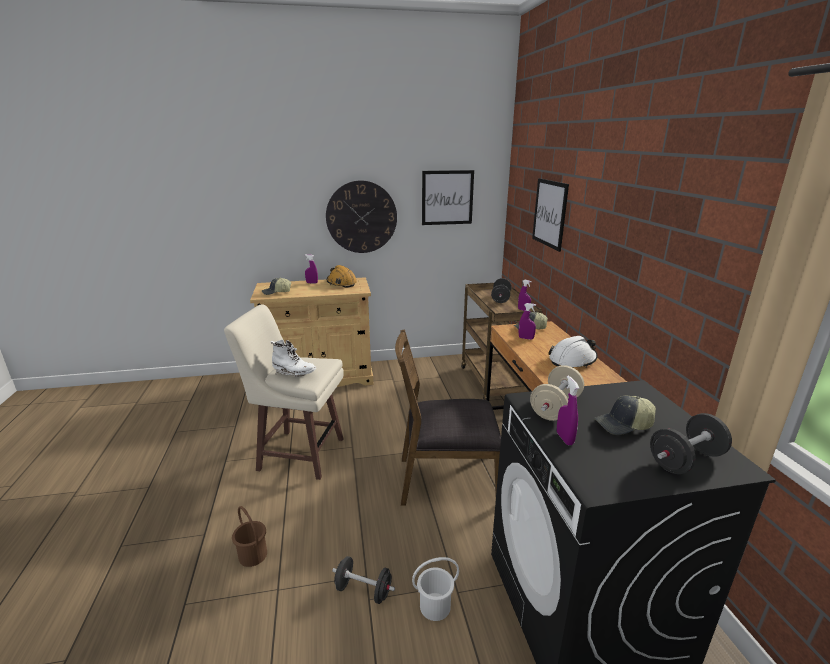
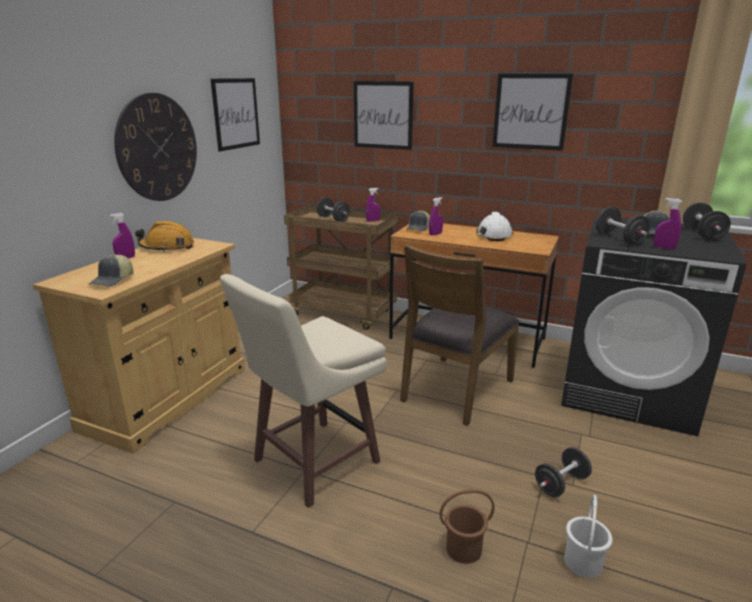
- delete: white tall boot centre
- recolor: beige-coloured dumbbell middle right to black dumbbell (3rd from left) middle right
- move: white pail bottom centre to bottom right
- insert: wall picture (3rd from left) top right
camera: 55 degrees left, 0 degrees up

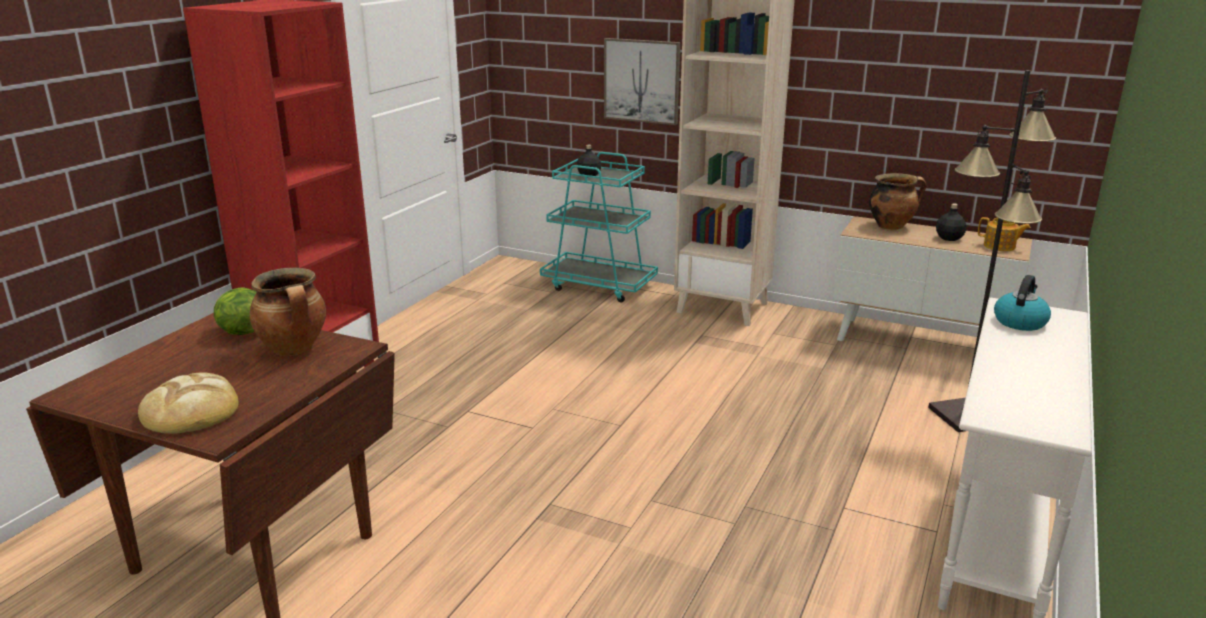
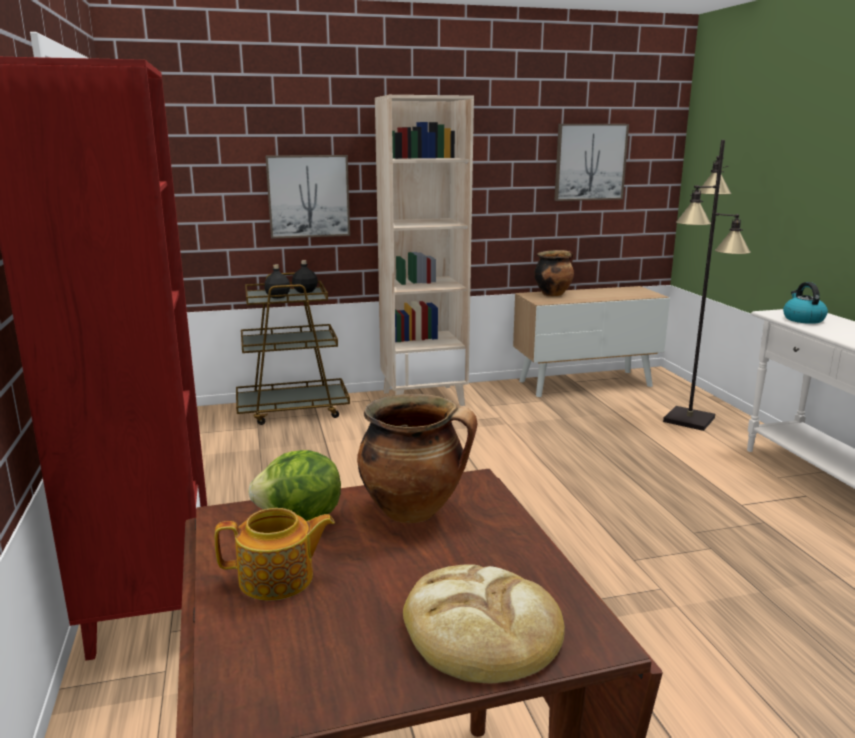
- recolor: turquoise-coloured wheeled cart centre to brownish wheeled cart centre
- move: black beverage bottle (2nd from left) middle right to centre
- move: teapot middle right to bottom left
- insert: wall picture (2nd from left) top right
camera: 40 degrees left, 5 degrees down

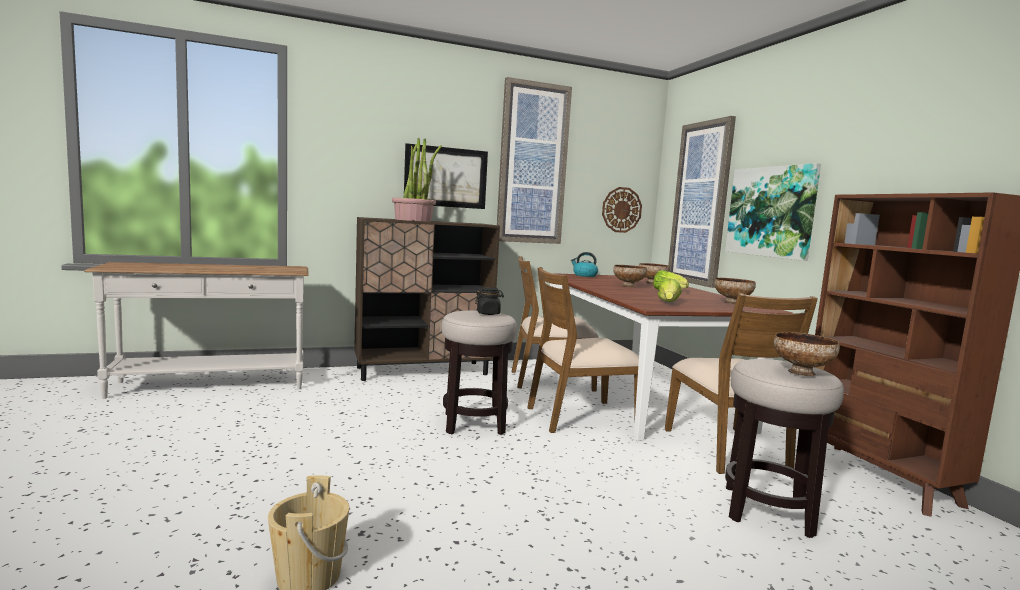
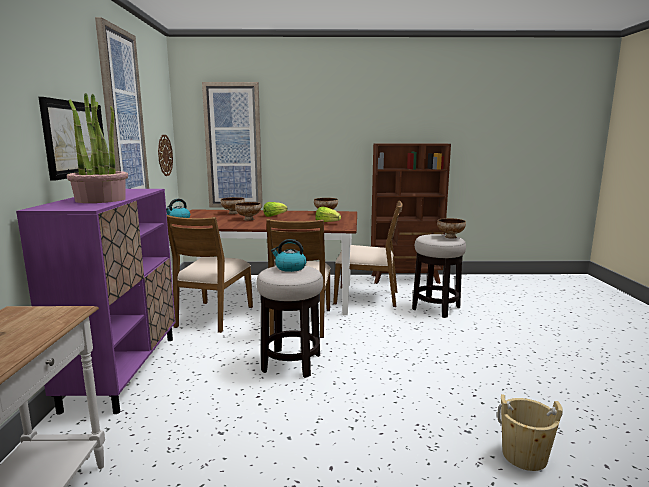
- delete: wall picture (4th from left) middle right
- recolor: brownish cabinet centre to purple cabinet middle left
- replace: black storage jar centre to tea kettle (2nd from left) centre
camera: 70 degrees left, 5 degrees up

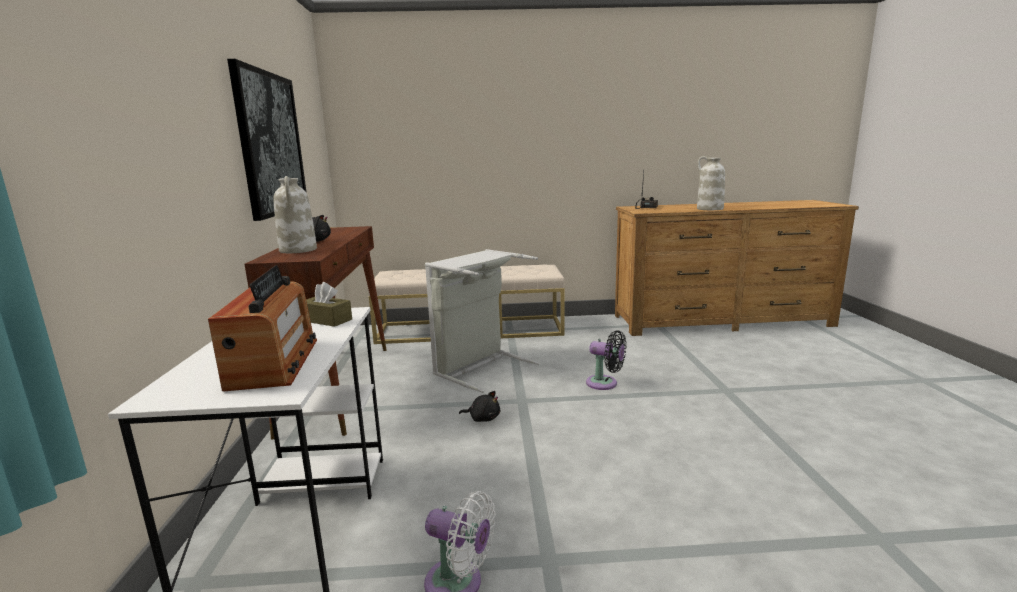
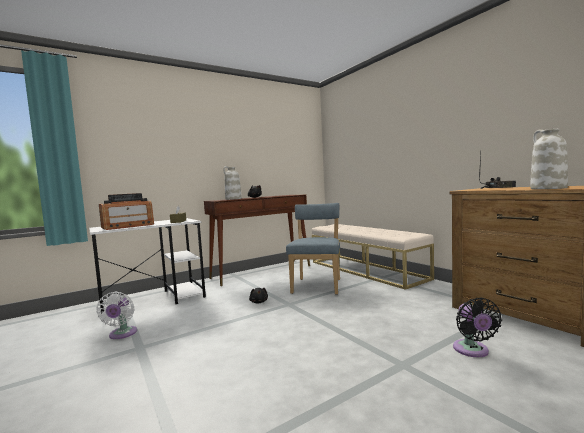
- delete: wall picture top left
- replace: grey hamper centre to blue plain chair centre
- move: black electric fan centre to bottom right
camera: 60 degrees right, 10 degrees down

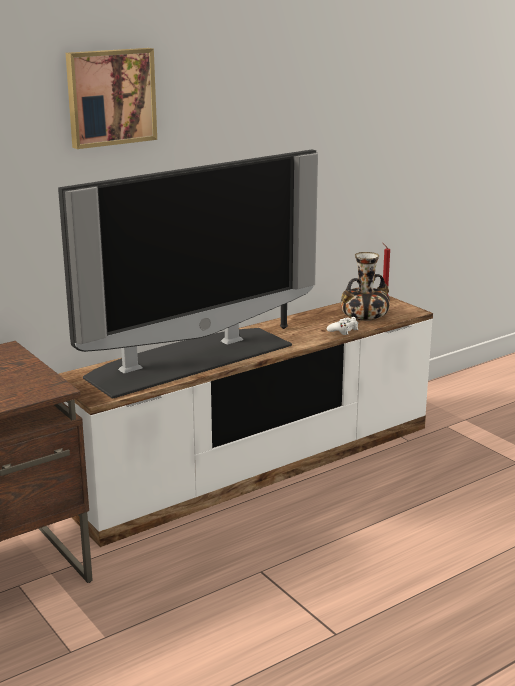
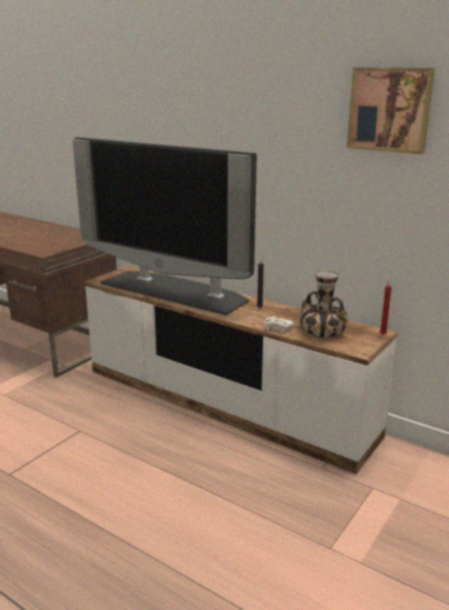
- move: wall picture top left to top right
camera: 70 degrees right, 0 degrees up

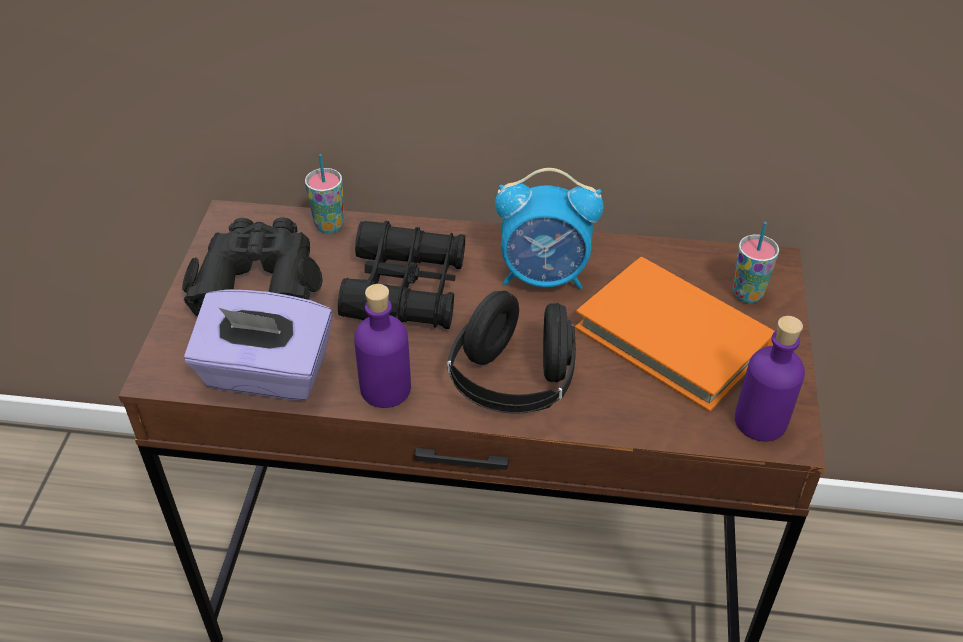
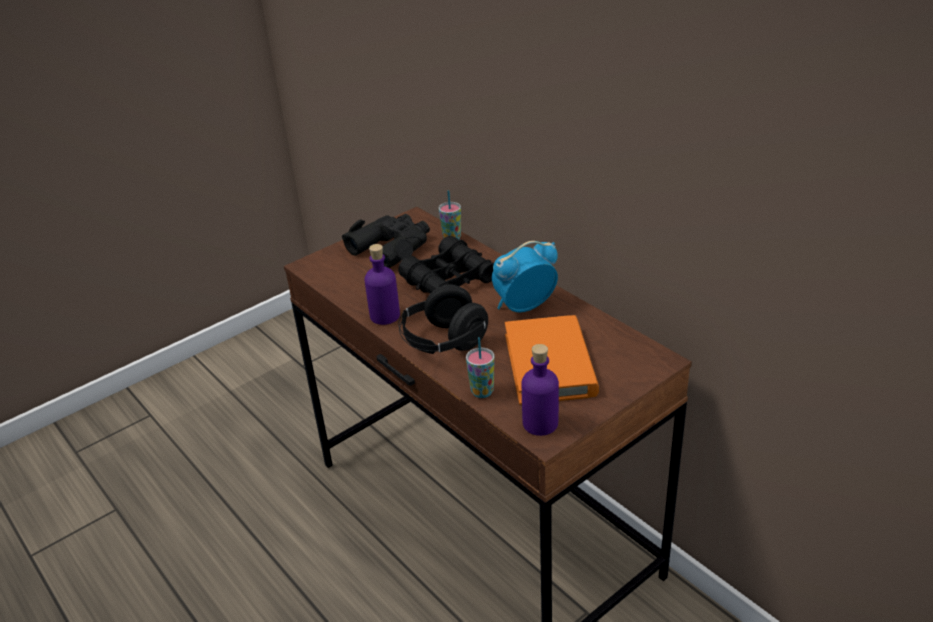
- rotate: table clock centre = centre 105 degrees clockwise
- move: small cup (2nd from left) middle right to centre
- delete: purple tissue holder middle left
camera: 45 degrees right, 10 degrees down

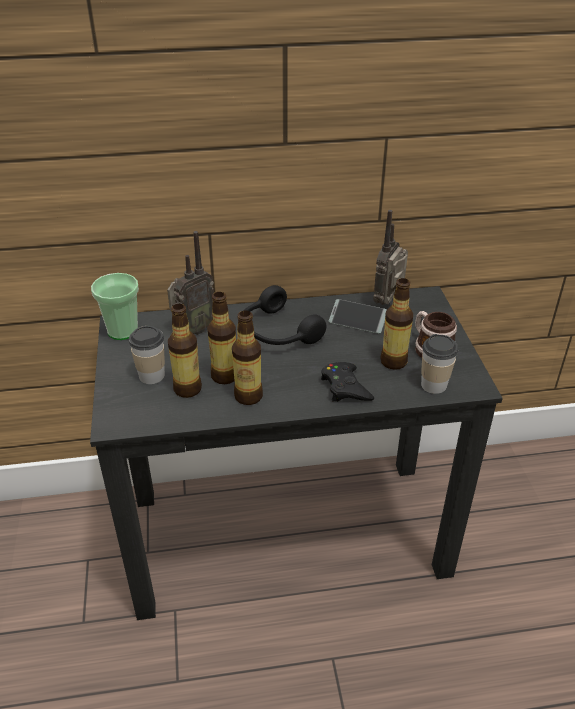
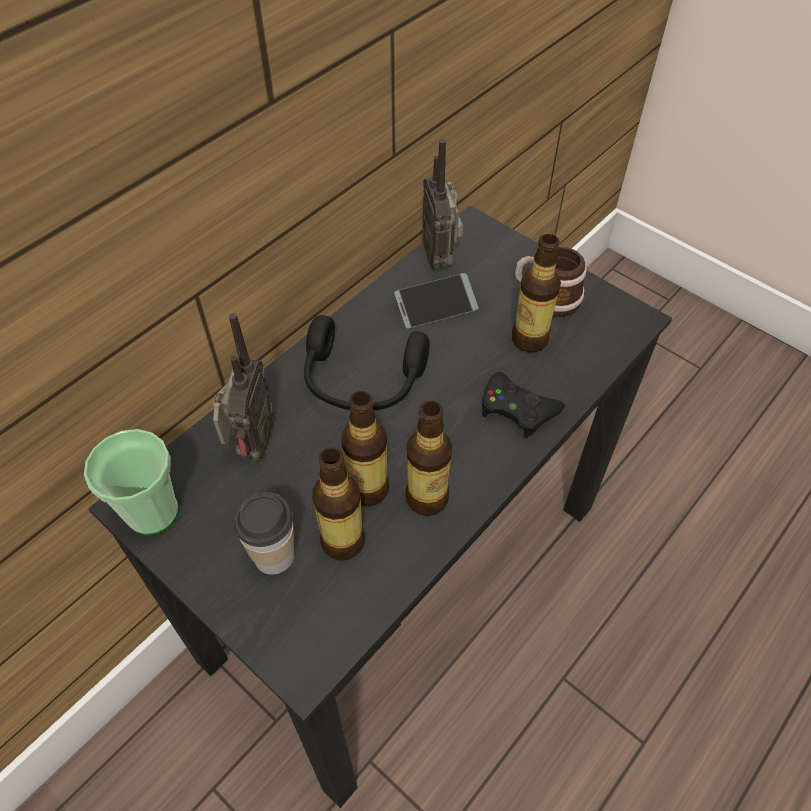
- delete: small cup (3rd from left) middle right
camera: 40 degrees left, 15 degrees up

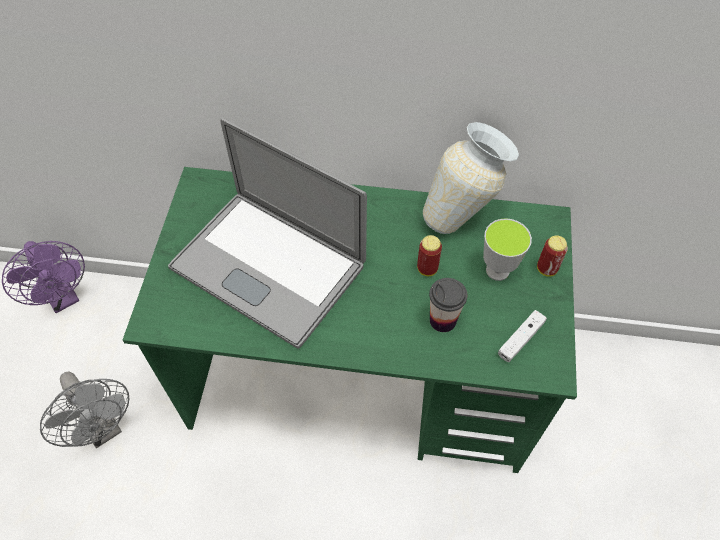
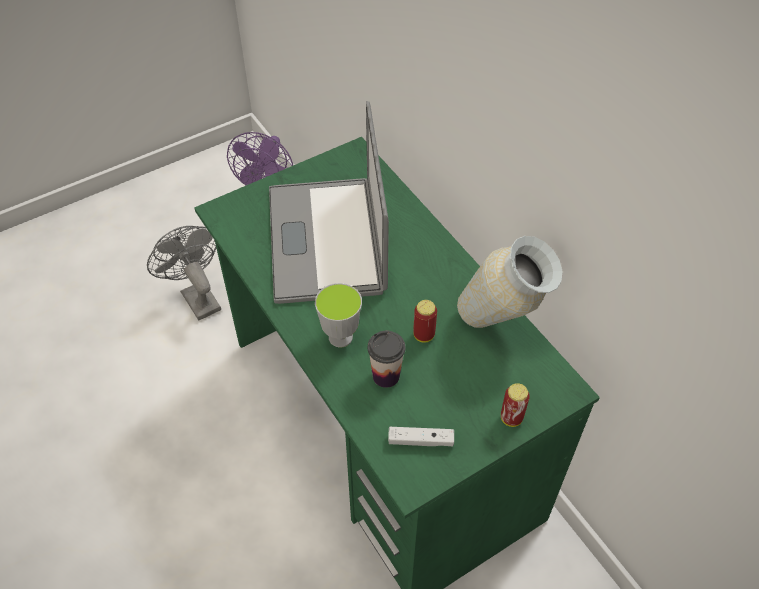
- move: small cup (2nd from left in the first image) middle right to small cup (1st from left) centre
- rotate: grey electric fan bottom left = middle left 135 degrees clockwise
camera: 50 degrees right, 5 degrees down

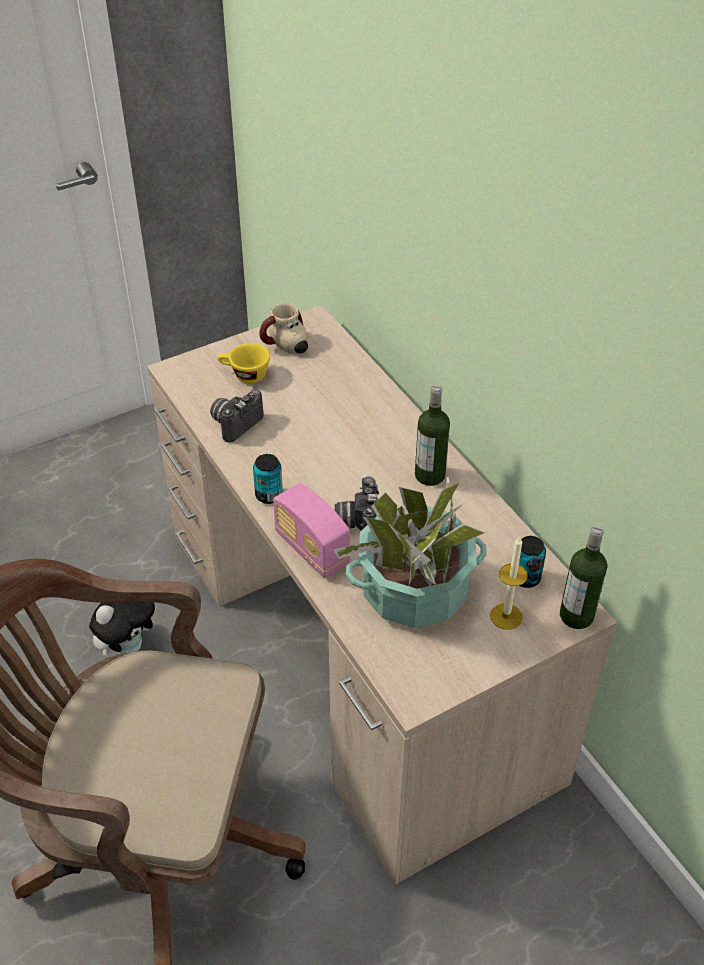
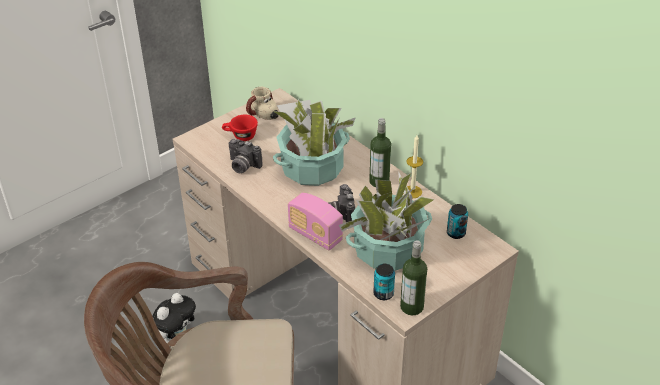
- recolor: yellow small cup centre to red small cup top centre
- rotate: photo camera (1st from left) centre = centre 90 degrees counterclockwise
- move: sealed can (1st from left) centre to bottom centre
- move: beverage bottle (2nd from left) middle right to bottom centre
- move: wax candle middle right to centre
- insert: potted plant (1st from left) centre
camera: 10 degrees left, 5 degrees down

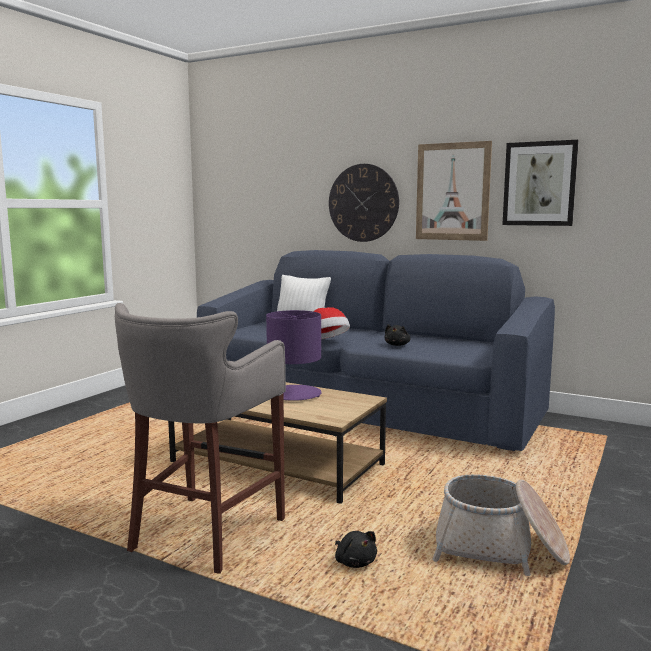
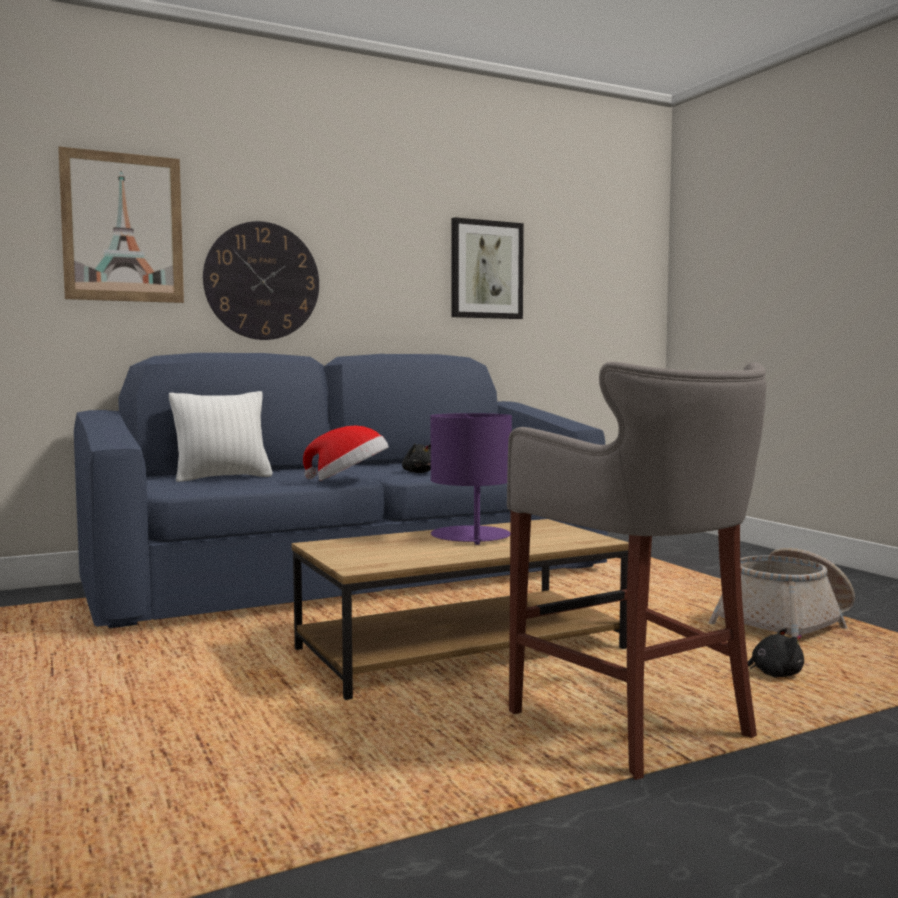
- move: wall picture (1st from left) top right to top left
camera: 55 degrees left, 5 degrees down

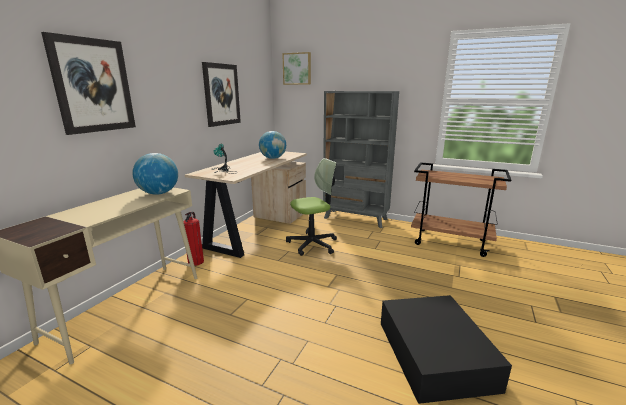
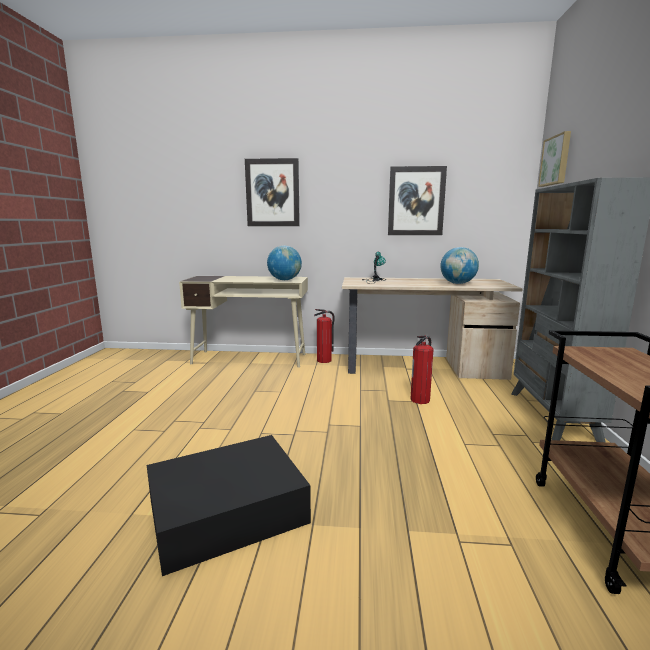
- replace: desk chair centre to fire extinguisher (2nd from left) centre
camera: 70 degrees right, 5 degrees down

